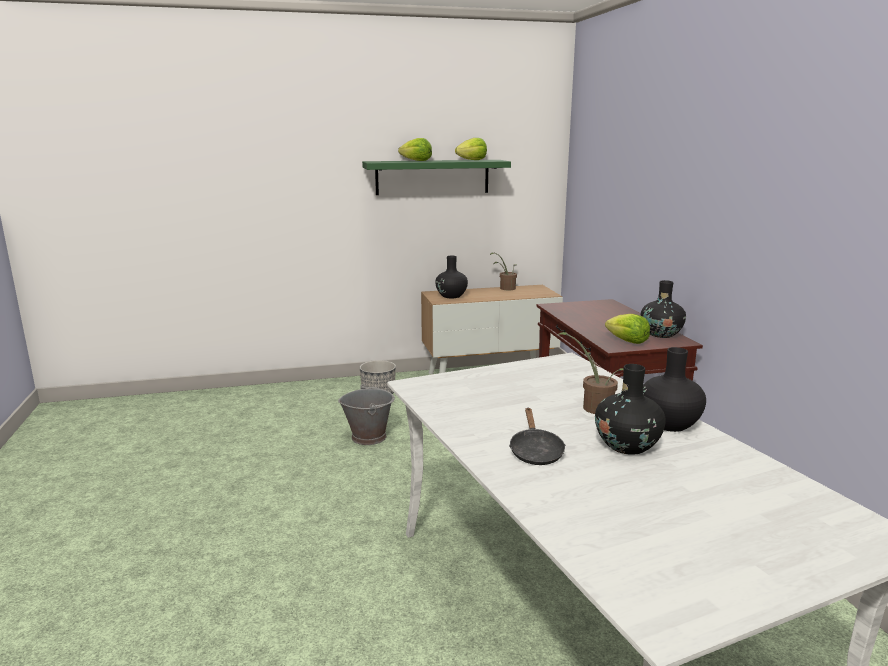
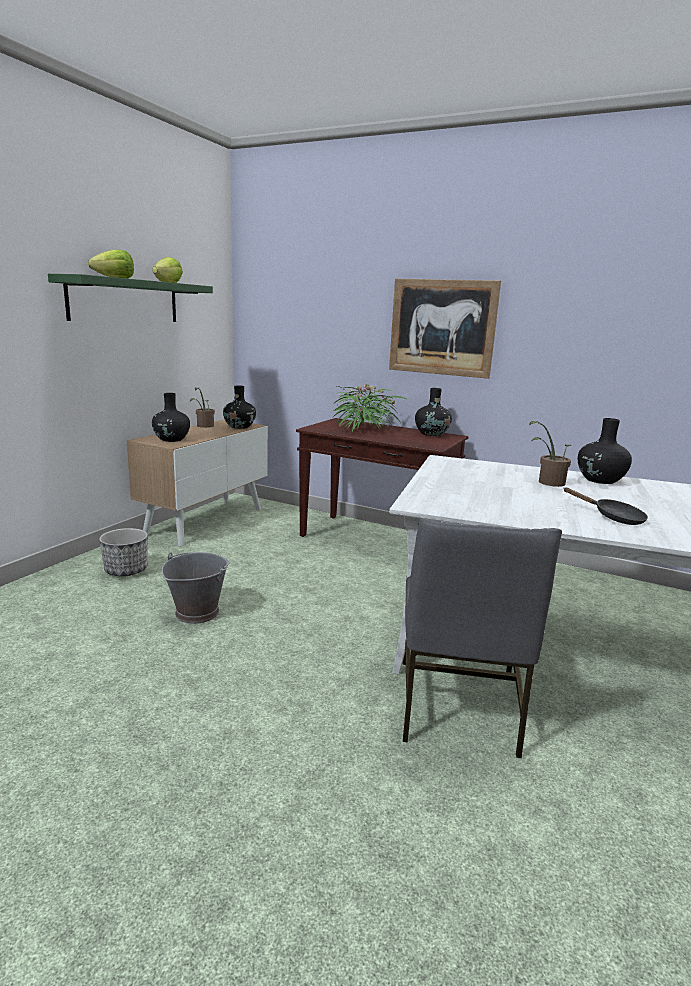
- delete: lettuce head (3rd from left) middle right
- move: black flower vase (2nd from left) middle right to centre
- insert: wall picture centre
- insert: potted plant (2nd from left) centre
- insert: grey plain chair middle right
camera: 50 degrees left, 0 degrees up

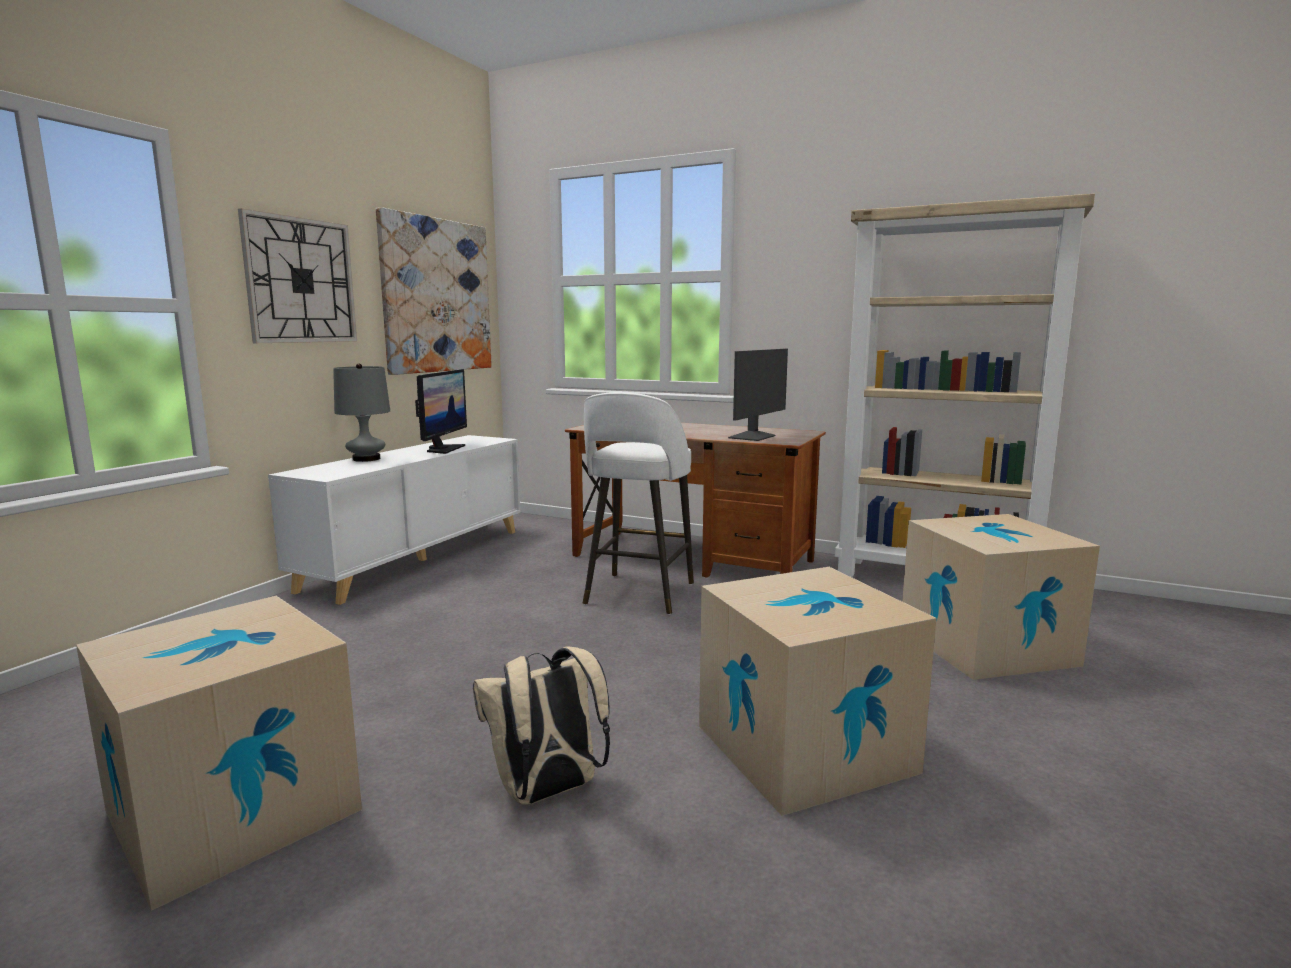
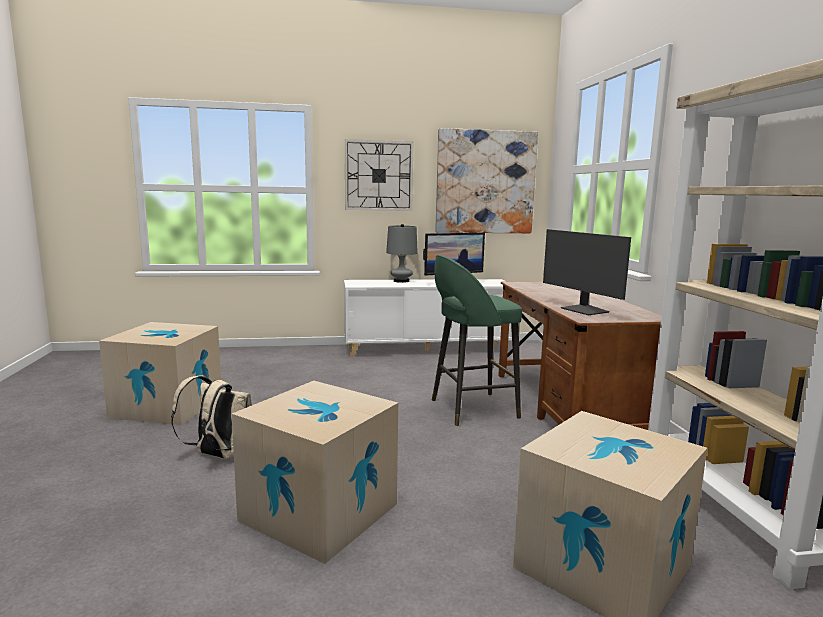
- rotate: computer screen (2nd from left) centre = middle right 60 degrees clockwise
- recolor: white sitting stool centre to greenish sitting stool centre
camera: 55 degrees right, 0 degrees up

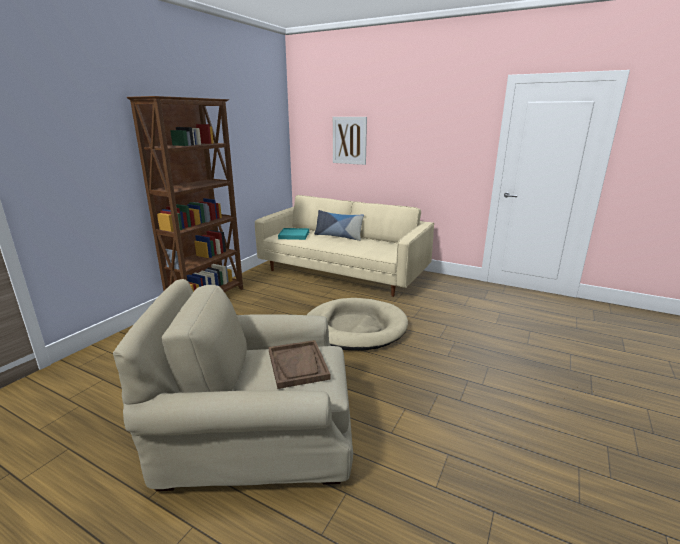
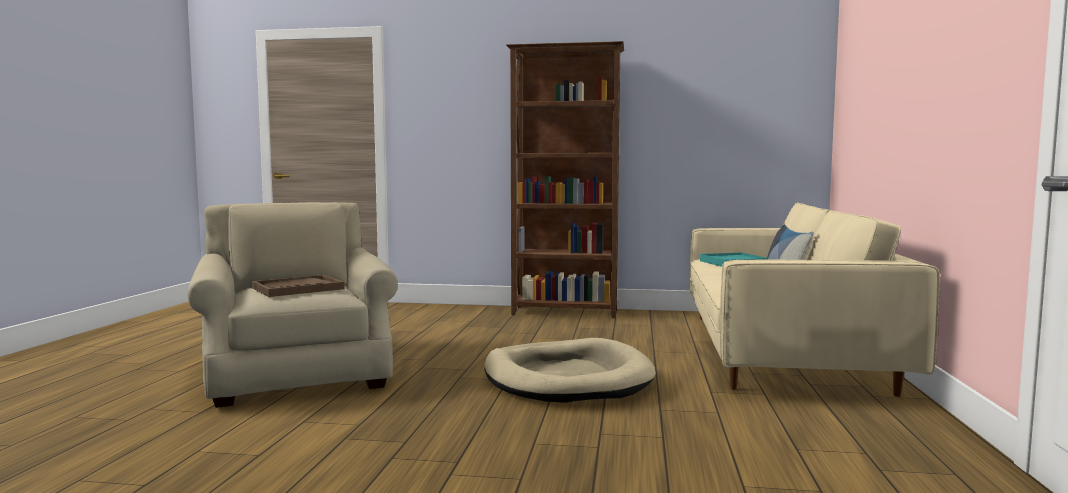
- delete: wall picture top centre
camera: 70 degrees right, 15 degrees down

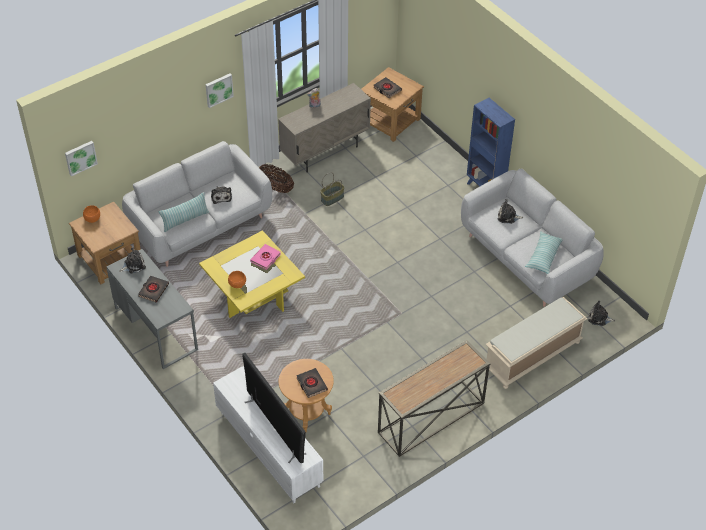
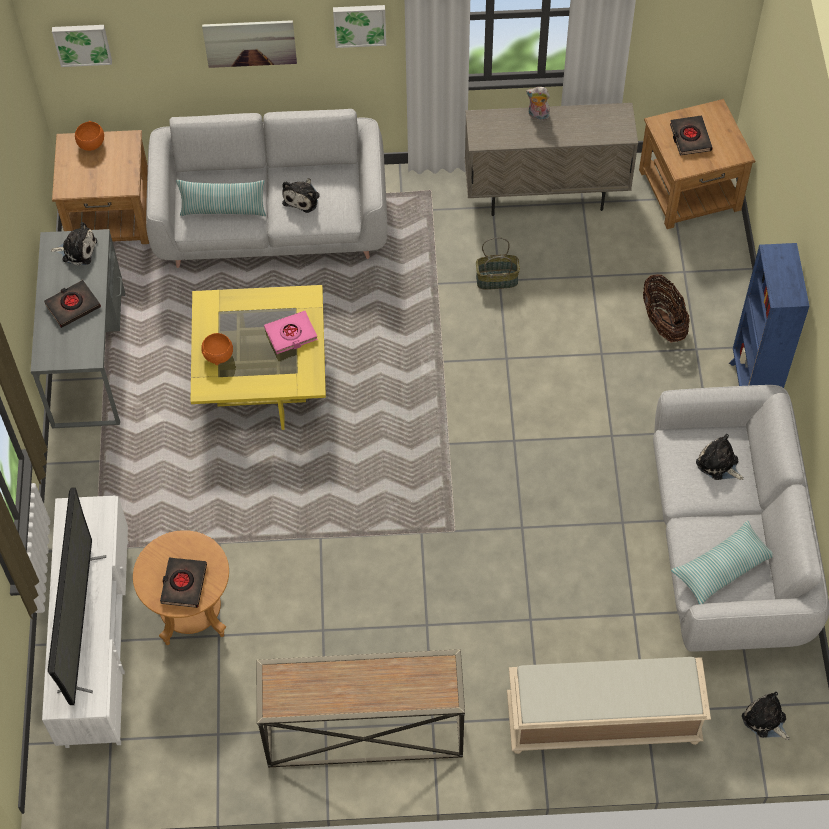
- move: household basket (1st from left in the first image) centre to household basket (2nd from left) middle right
- insert: wall picture (2nd from left) top left
camera: 35 degrees right, 10 degrees up

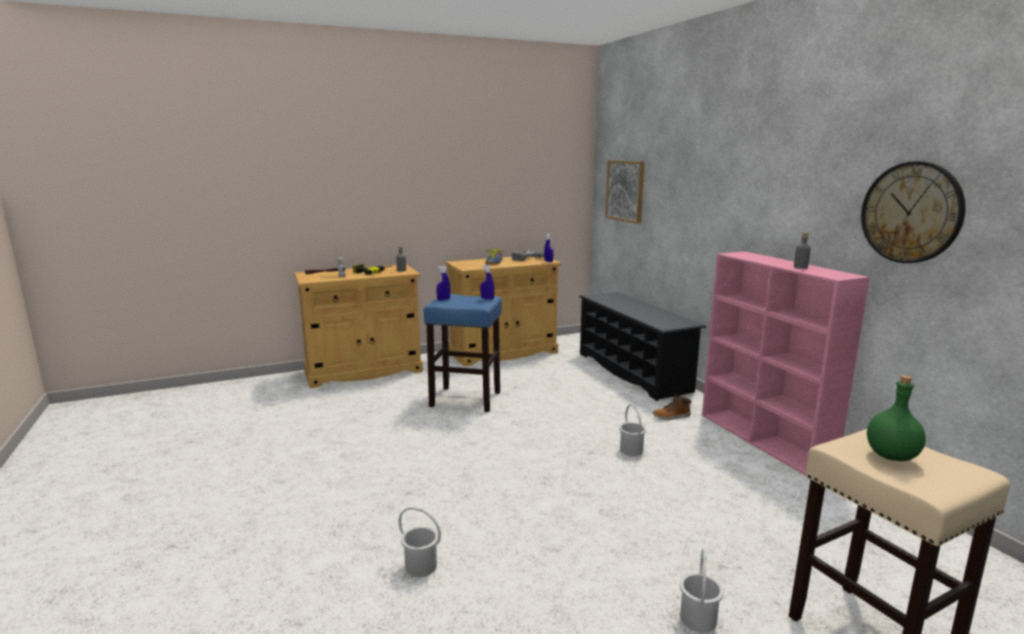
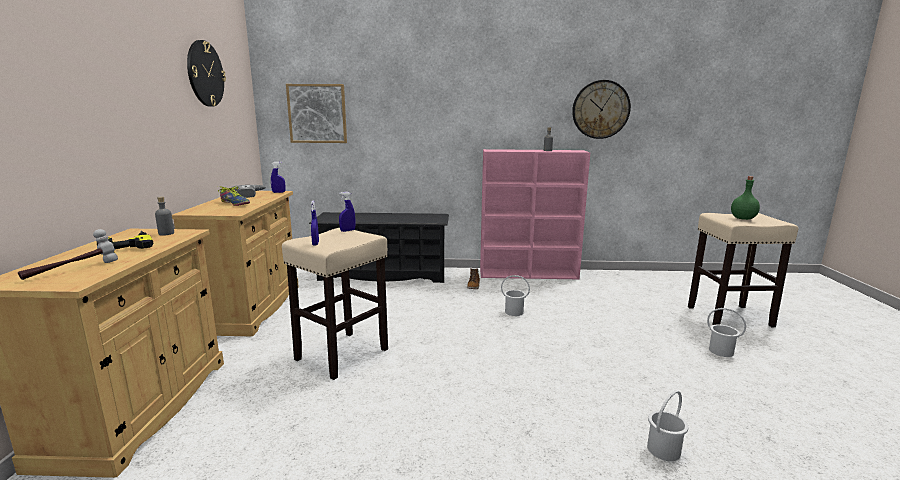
- recolor: blue sitting stool centre to beige-coloured sitting stool (1st from left) centre
- insert: wall clock (1st from left) top left
camera: 65 degrees left, 0 degrees up

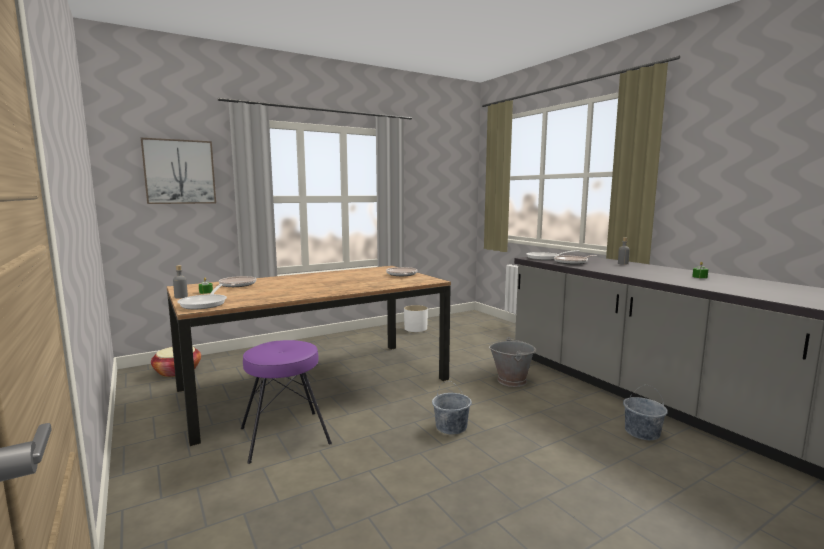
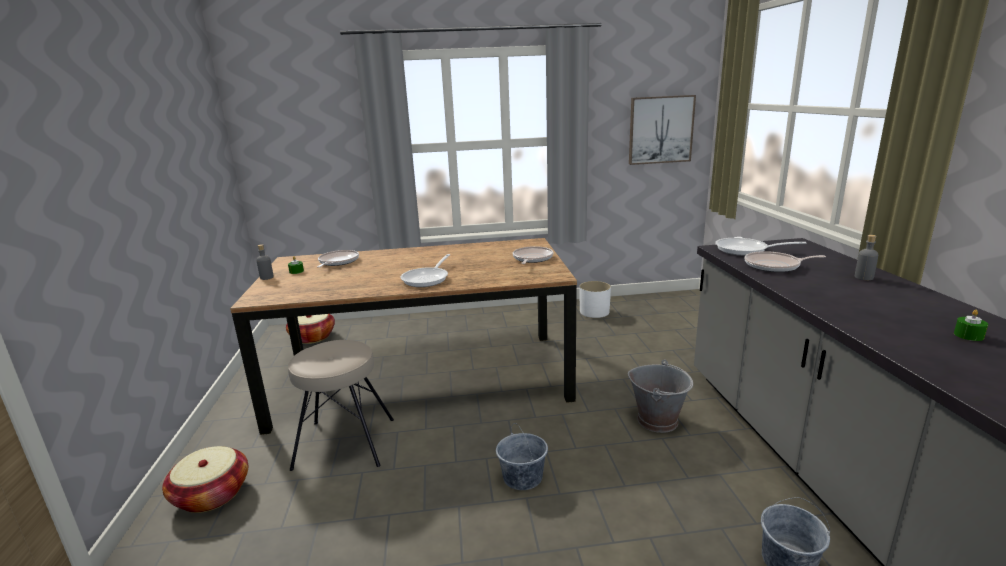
- move: wall picture top left to top centre
- move: skillet (1st from left in the first image) middle left to skillet (2nd from left) centre
- recolor: purple sitting stool bottom centre to beige-coloured sitting stool bottom centre
- insert: household basket (1st from left) bottom left
camera: 25 degrees right, 10 degrees up

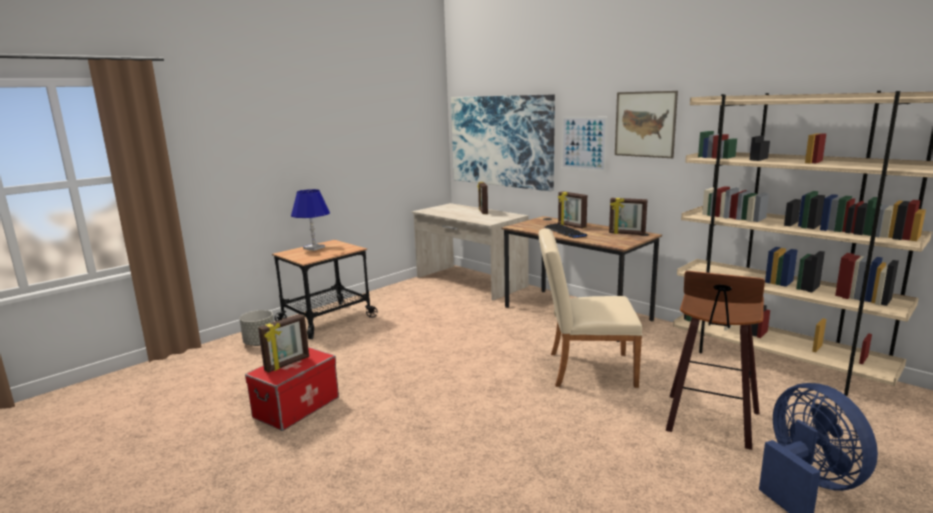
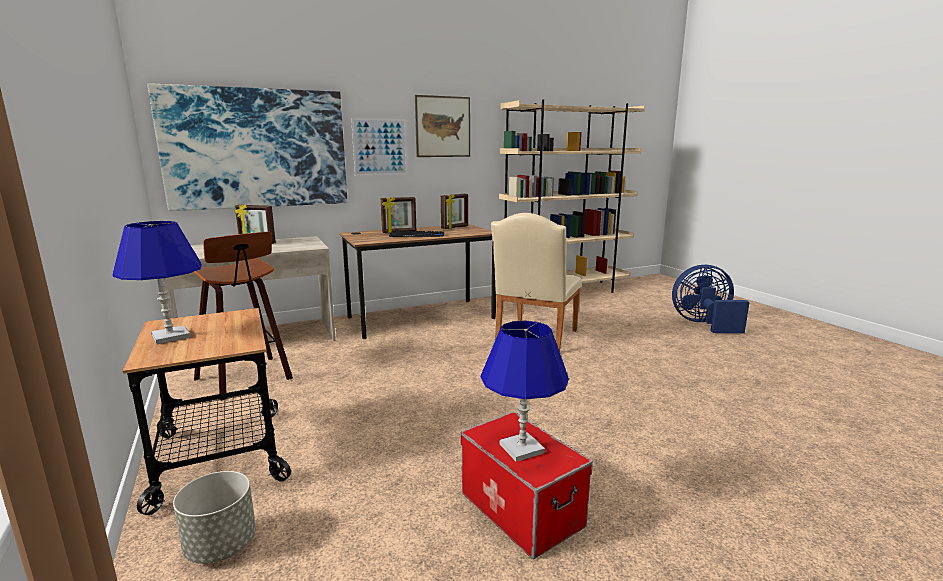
- move: sitting stool bottom right to middle left
- replace: picture frame (1st from left) bottom left to blue table lamp (2nd from left) bottom centre
camera: 70 degrees left, 0 degrees up

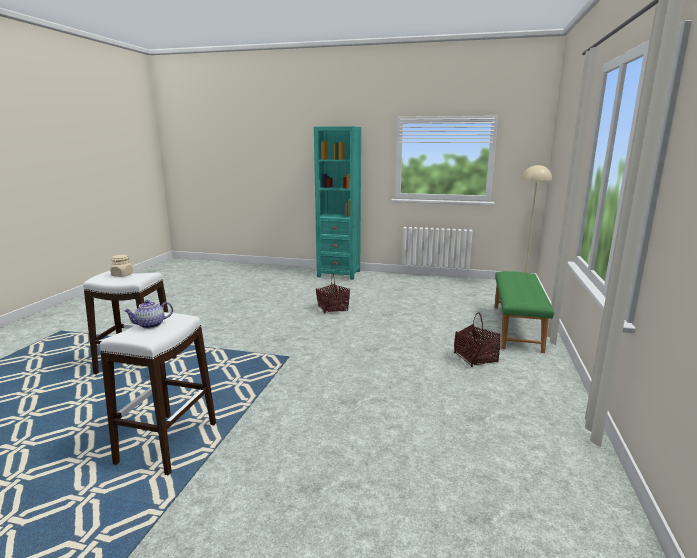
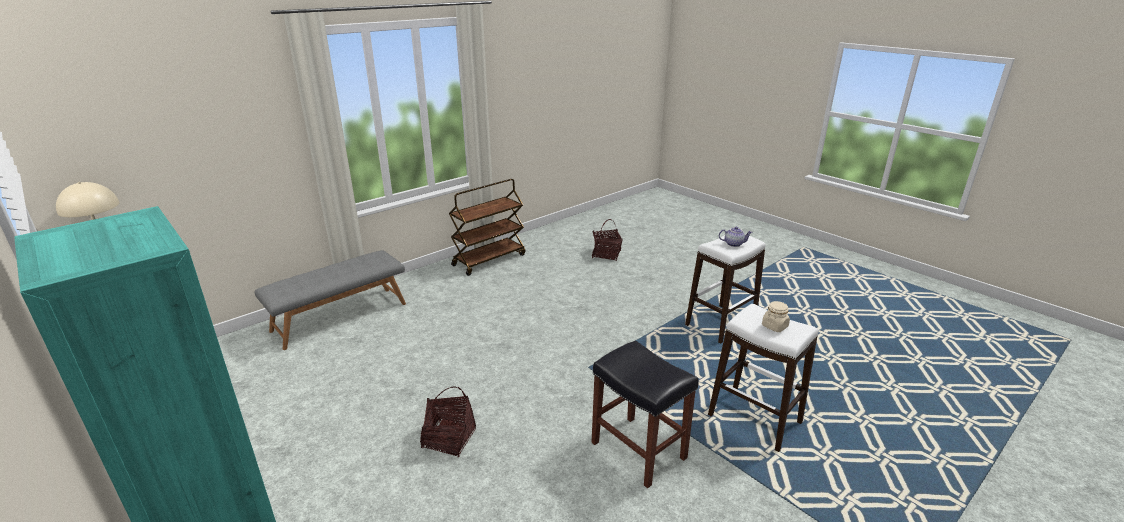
- recolor: greenish bench middle right to grey bench middle left
- move: household basket (2nd from left) middle right to centre
- insert: brownish wheeled cart centre
- insert: black sitting stool bottom centre
camera: 145 degrees left, 10 degrees up

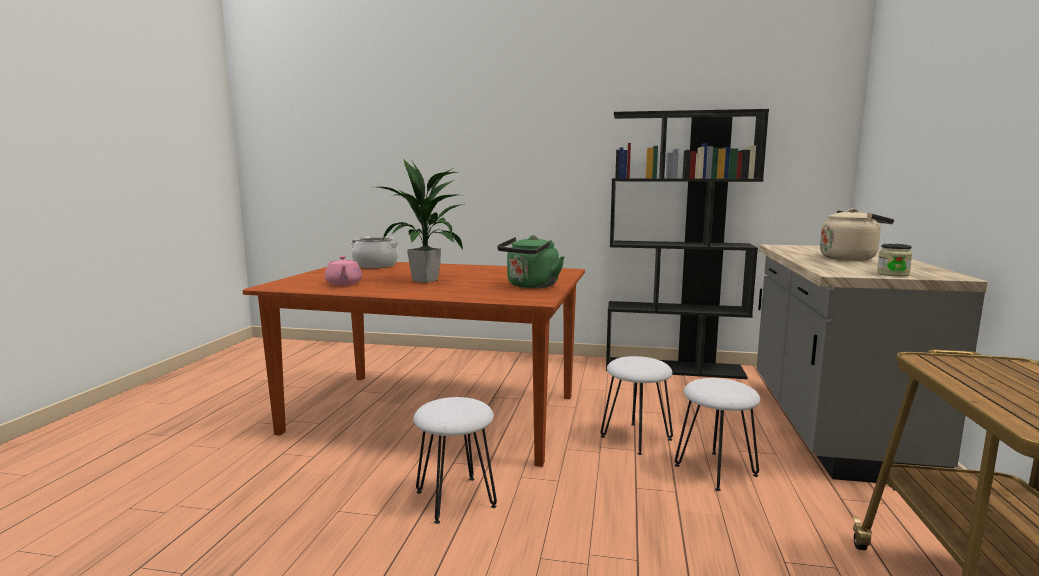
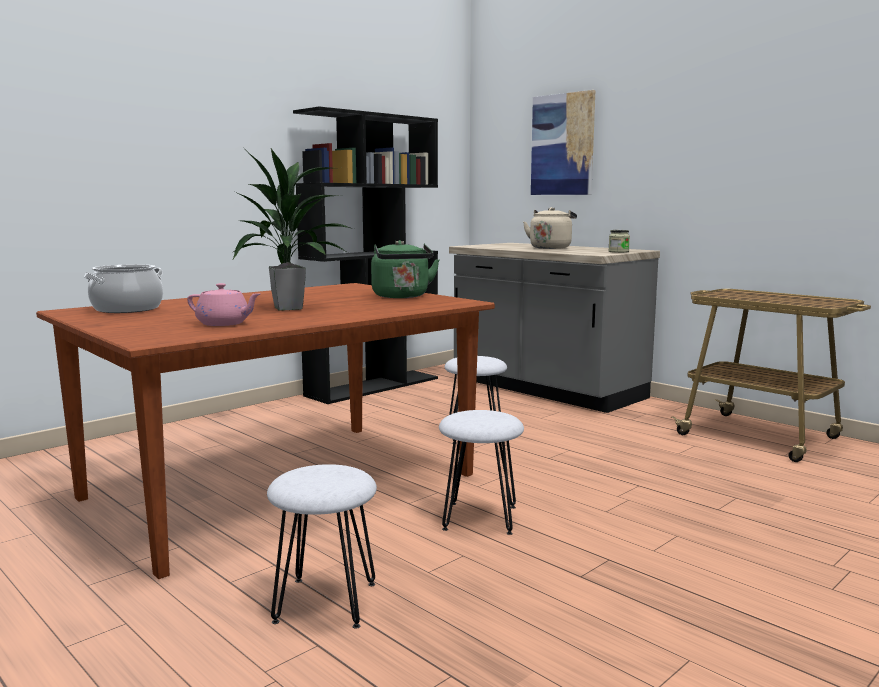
- move: white sitting stool (3rd from left in the first image) bottom right to white sitting stool (1st from left) bottom centre
- insert: wall picture top centre
camera: 55 degrees left, 0 degrees up

